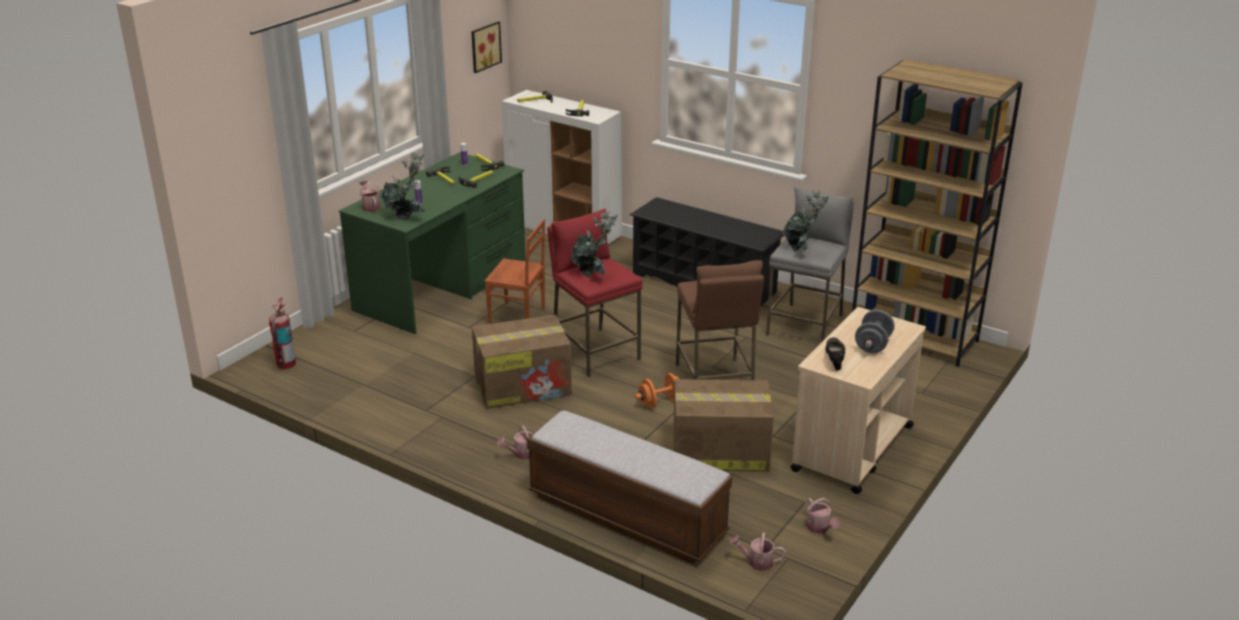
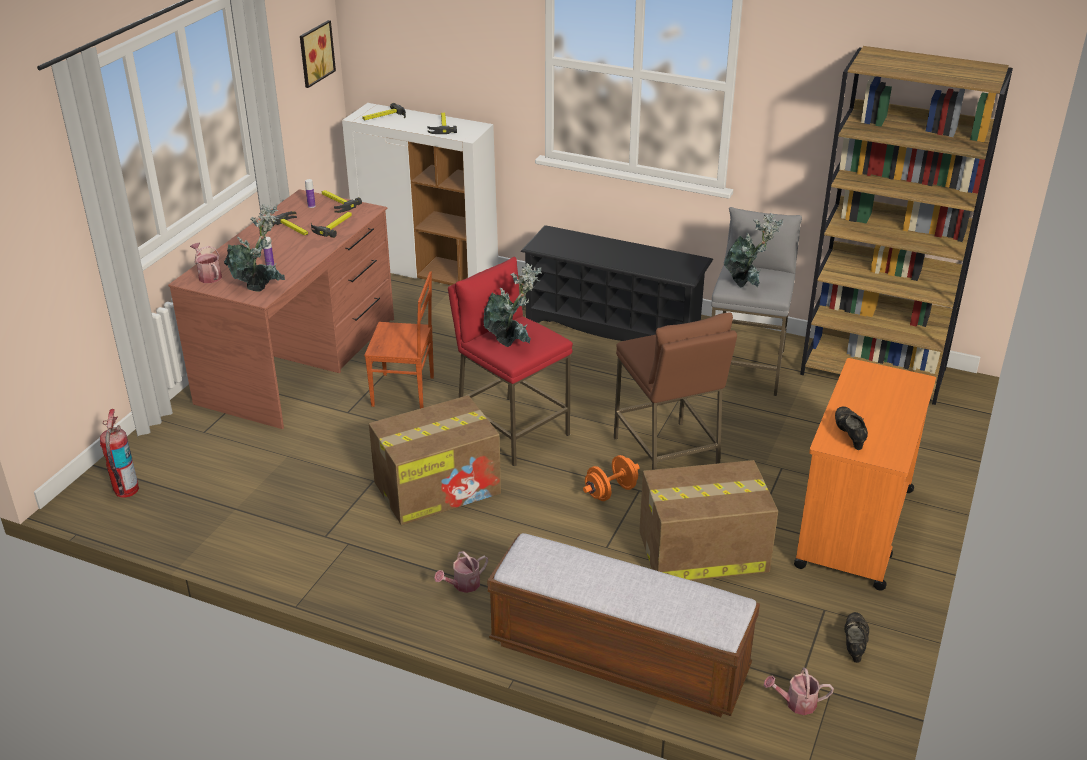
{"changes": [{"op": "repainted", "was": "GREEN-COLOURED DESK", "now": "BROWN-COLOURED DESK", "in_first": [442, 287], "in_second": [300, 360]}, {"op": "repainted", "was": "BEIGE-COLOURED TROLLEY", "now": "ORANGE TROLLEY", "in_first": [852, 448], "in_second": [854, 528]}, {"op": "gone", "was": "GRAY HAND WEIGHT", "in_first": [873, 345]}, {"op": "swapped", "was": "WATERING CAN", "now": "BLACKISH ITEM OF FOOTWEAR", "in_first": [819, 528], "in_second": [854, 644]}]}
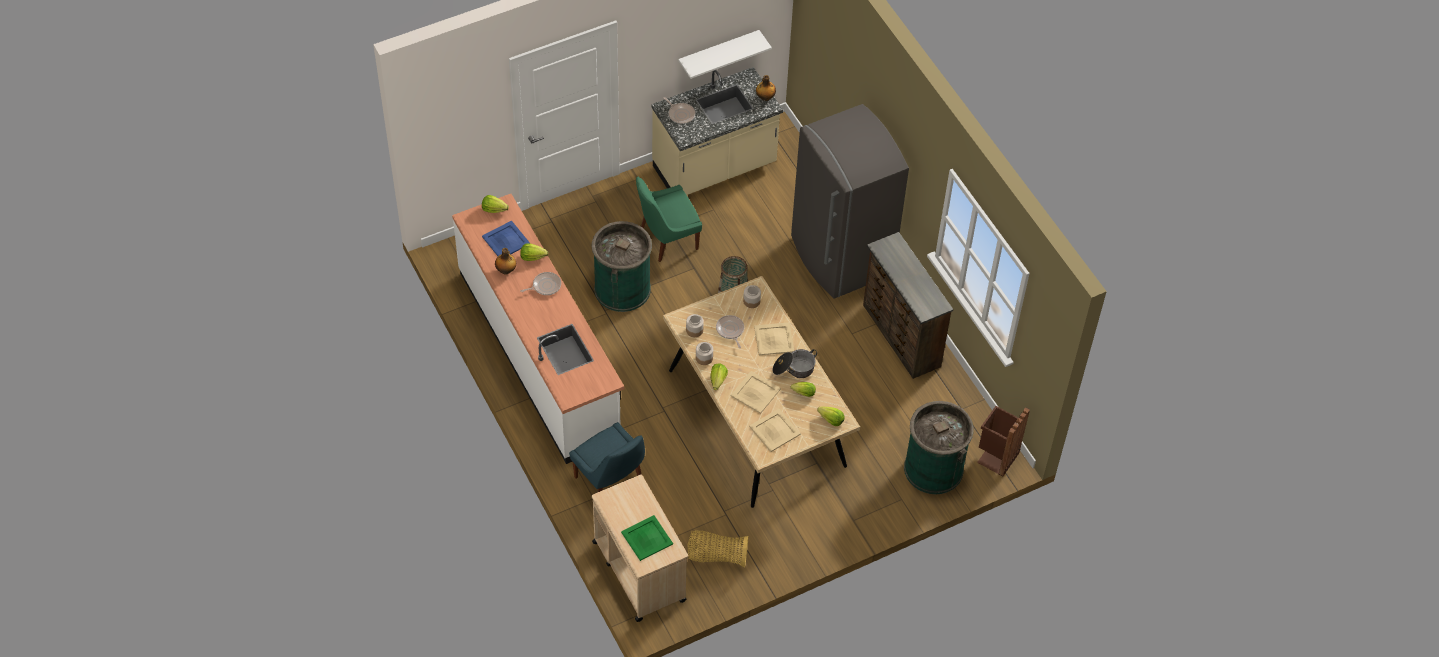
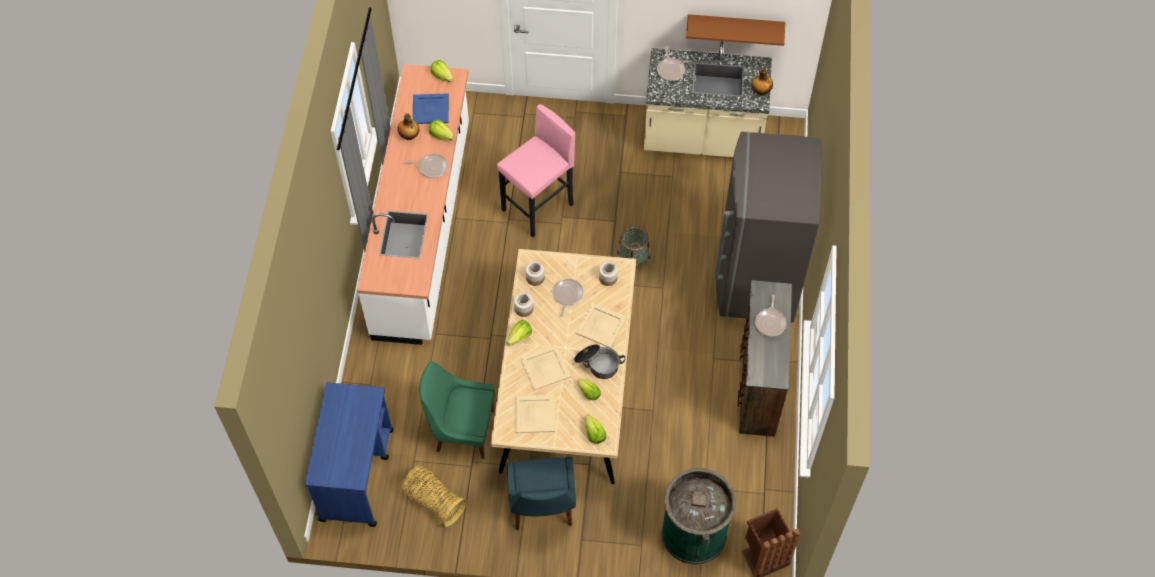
{"changes": [{"op": "repainted", "was": "WHITISH WALL SHELF", "now": "BROWN-COLOURED WALL SHELF", "in_first": [718, 52], "in_second": [735, 27]}, {"op": "shifted", "was": "GREEN-COLOURED CHAIR", "in_first": [666, 239], "in_second": [462, 430]}, {"op": "swapped", "was": "GREEN-COLOURED RUBBISH BIN", "now": "PINK STOOL SEAT", "in_first": [622, 289], "in_second": [538, 207]}, {"op": "shifted", "was": "BLUE-COLOURED CHAIR", "in_first": [610, 481], "in_second": [542, 507]}, {"op": "repainted", "was": "BEIGE-COLOURED TROLLEY", "now": "BLUE-COLOURED TROLLEY", "in_first": [638, 570], "in_second": [357, 474]}, {"op": "gone", "was": "GREEN-COLOURED TRAY", "in_first": [647, 537]}, {"op": "new", "now": "FRYING PAN", "in_second": [770, 322]}]}
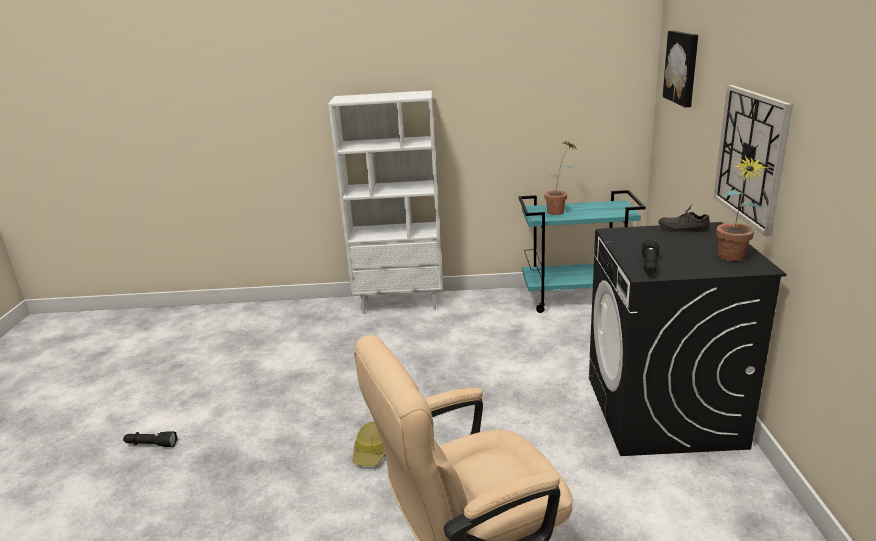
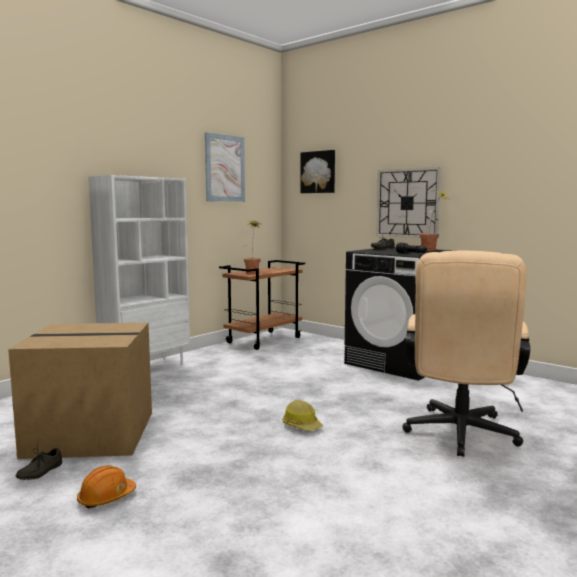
{"changes": [{"op": "repainted", "was": "TURQUOISE TROLLEY", "now": "BROWN-COLOURED TROLLEY", "in_first": [577, 298], "in_second": [264, 340]}, {"op": "swapped", "was": "BLACKISH HAND TORCH", "now": "ORANGE WORK HELMET", "in_first": [151, 444], "in_second": [106, 498]}, {"op": "new", "now": "WALL ART", "in_second": [225, 168]}, {"op": "new", "now": "CARTON", "in_second": [93, 433]}, {"op": "new", "now": "GRAY ITEM OF FOOTWEAR", "in_second": [39, 472]}]}
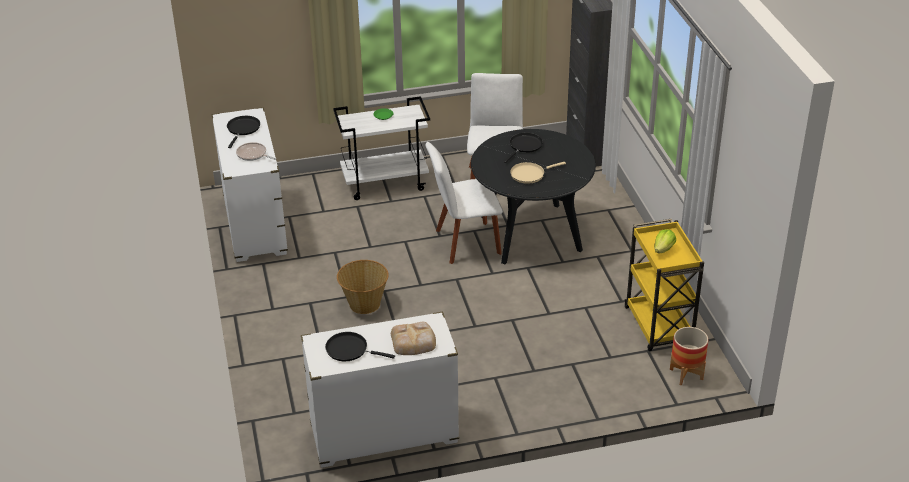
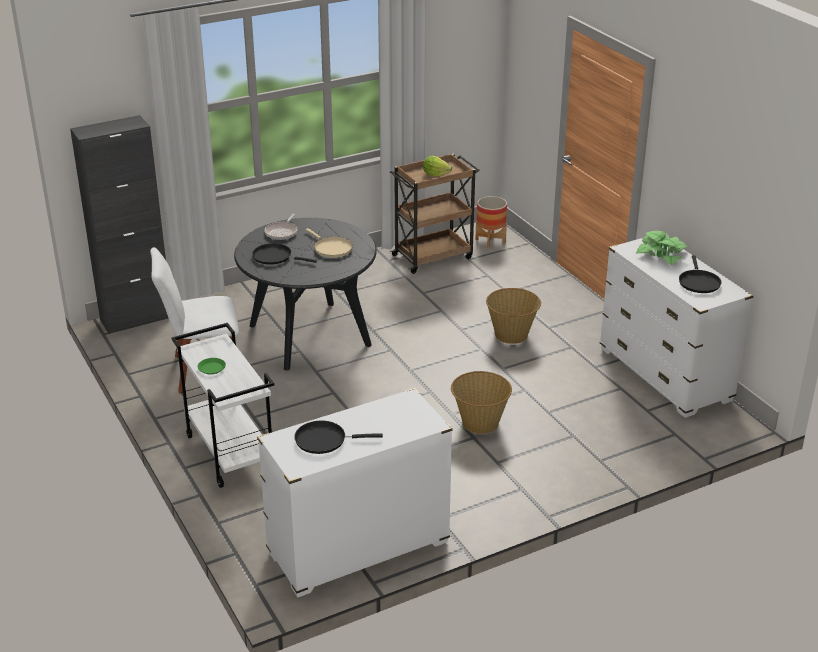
{"changes": [{"op": "shifted", "was": "FRYING PAN", "in_first": [253, 155], "in_second": [282, 232]}, {"op": "gone", "was": "WHITISH CHAIR", "in_first": [464, 243]}, {"op": "repainted", "was": "YELLOW-COLOURED TROLLEY", "now": "BROWN-COLOURED TROLLEY", "in_first": [659, 327], "in_second": [433, 256]}, {"op": "swapped", "was": "BAKED BREAD", "now": "HOUSEPLANT", "in_first": [414, 342], "in_second": [661, 253]}, {"op": "new", "now": "STORAGE BASKET", "in_second": [511, 334]}]}
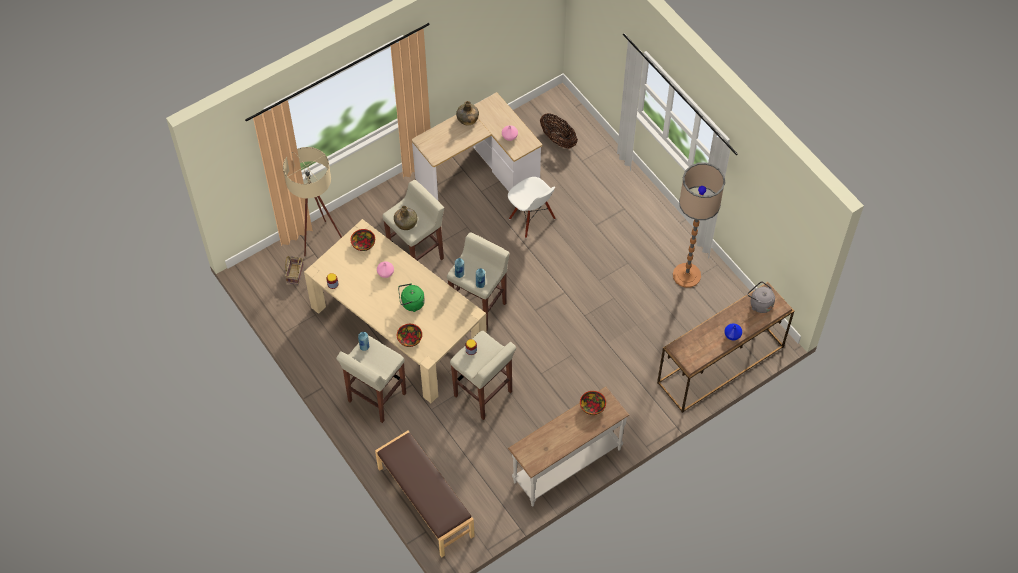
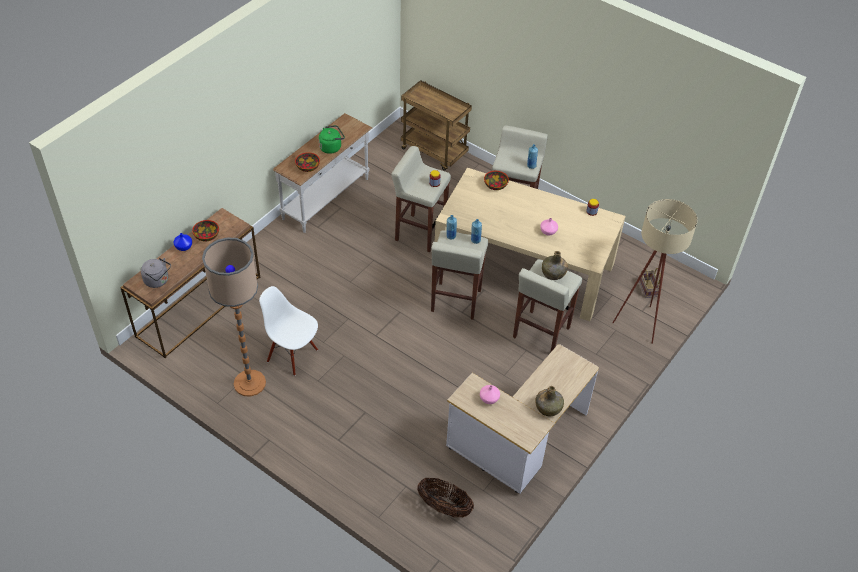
{"changes": [{"op": "shifted", "was": "WHITISH CHAIR", "in_first": [531, 219], "in_second": [292, 355]}, {"op": "shifted", "was": "DEEP DISH", "in_first": [363, 244], "in_second": [206, 236]}, {"op": "shifted", "was": "GREEN-COLOURED WATER KETTLE", "in_first": [411, 303], "in_second": [331, 147]}, {"op": "swapped", "was": "BROWN-COLOURED INDOOR BENCH", "now": "BROWN-COLOURED TROLLEY", "in_first": [425, 502], "in_second": [435, 152]}]}
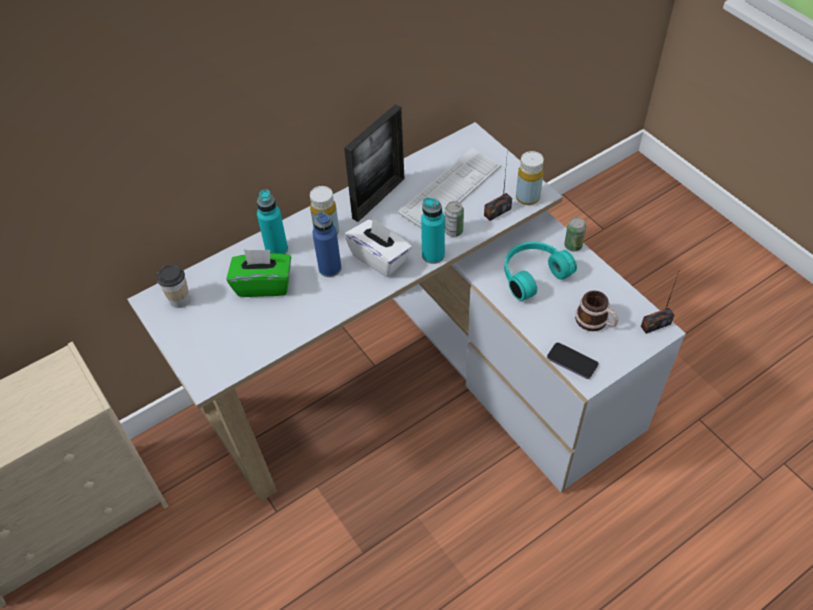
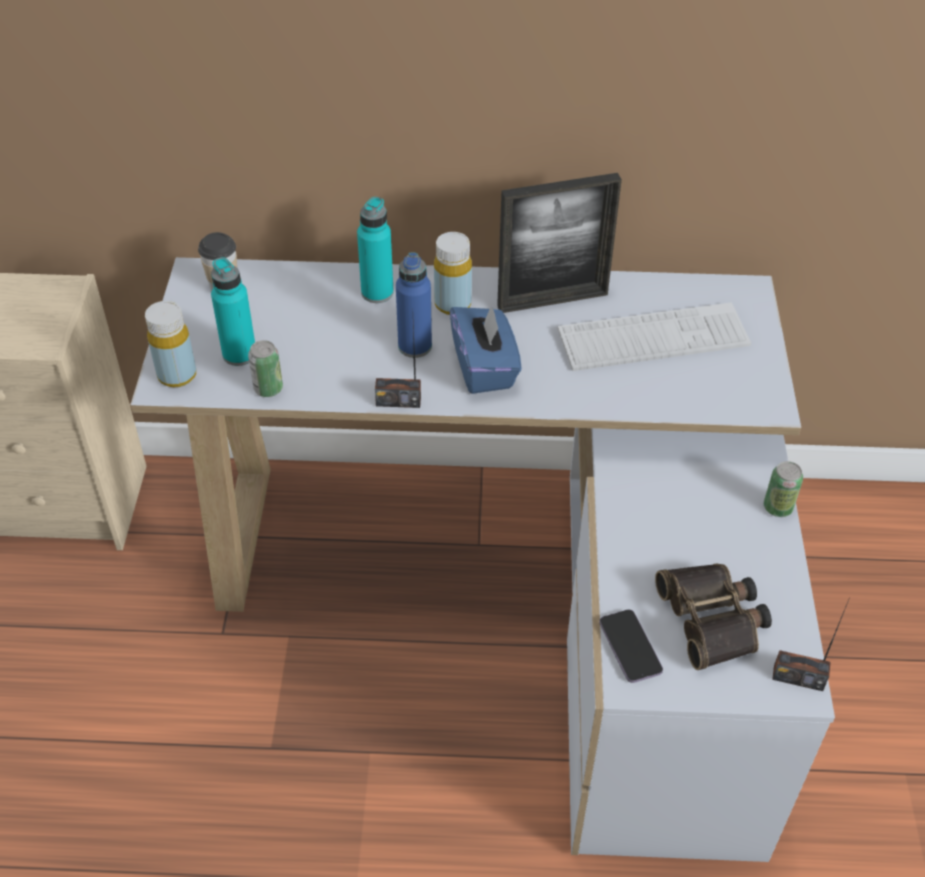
{"changes": [{"op": "shifted", "was": "YELLOW-COLOURED BOTTLE", "in_first": [527, 197], "in_second": [177, 375]}, {"op": "shifted", "was": "RADIO", "in_first": [497, 212], "in_second": [398, 401]}, {"op": "shifted", "was": "TURQUOISE BOTTLE", "in_first": [433, 255], "in_second": [239, 354]}, {"op": "shifted", "was": "CAN", "in_first": [453, 231], "in_second": [268, 389]}, {"op": "repainted", "was": "WHITISH BOX OF TISSUES", "now": "BLUE-COLOURED BOX OF TISSUES", "in_first": [380, 258], "in_second": [484, 368]}, {"op": "gone", "was": "TURQUOISE HEADPHONES", "in_first": [532, 274]}, {"op": "gone", "was": "GREEN-COLOURED BOX OF TISSUES", "in_first": [263, 284]}, {"op": "swapped", "was": "TEA MUG", "now": "FIELD GLASSES", "in_first": [595, 321], "in_second": [713, 619]}]}
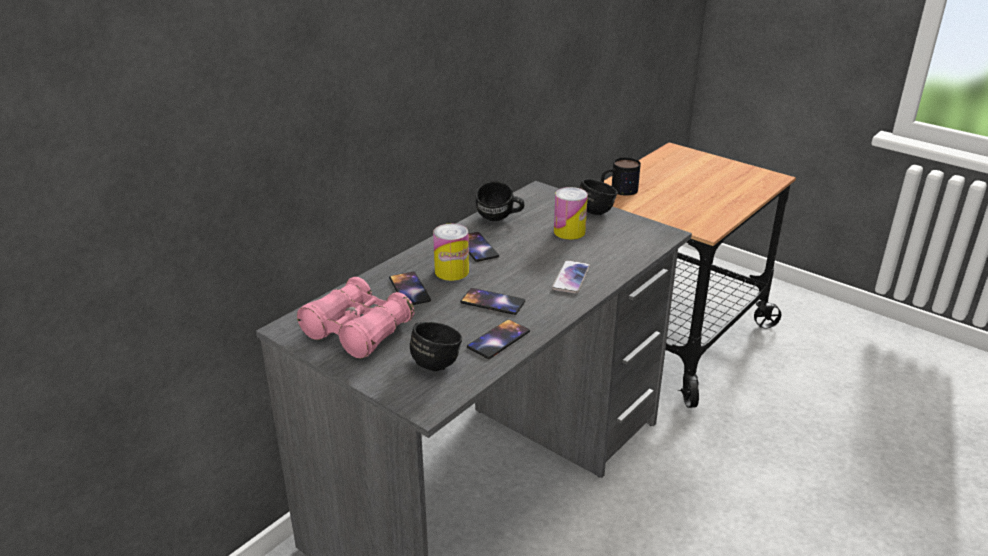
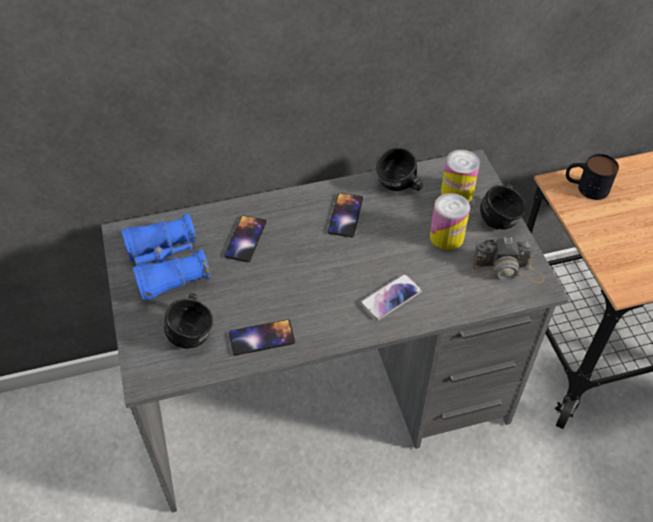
{"changes": [{"op": "shifted", "was": "CAN", "in_first": [451, 271], "in_second": [457, 192]}, {"op": "repainted", "was": "PINK FIELD GLASSES", "now": "BLUE-COLOURED FIELD GLASSES", "in_first": [357, 331], "in_second": [167, 266]}, {"op": "gone", "was": "HANDSET", "in_first": [492, 302]}, {"op": "new", "now": "STILL CAMERA", "in_second": [507, 269]}]}
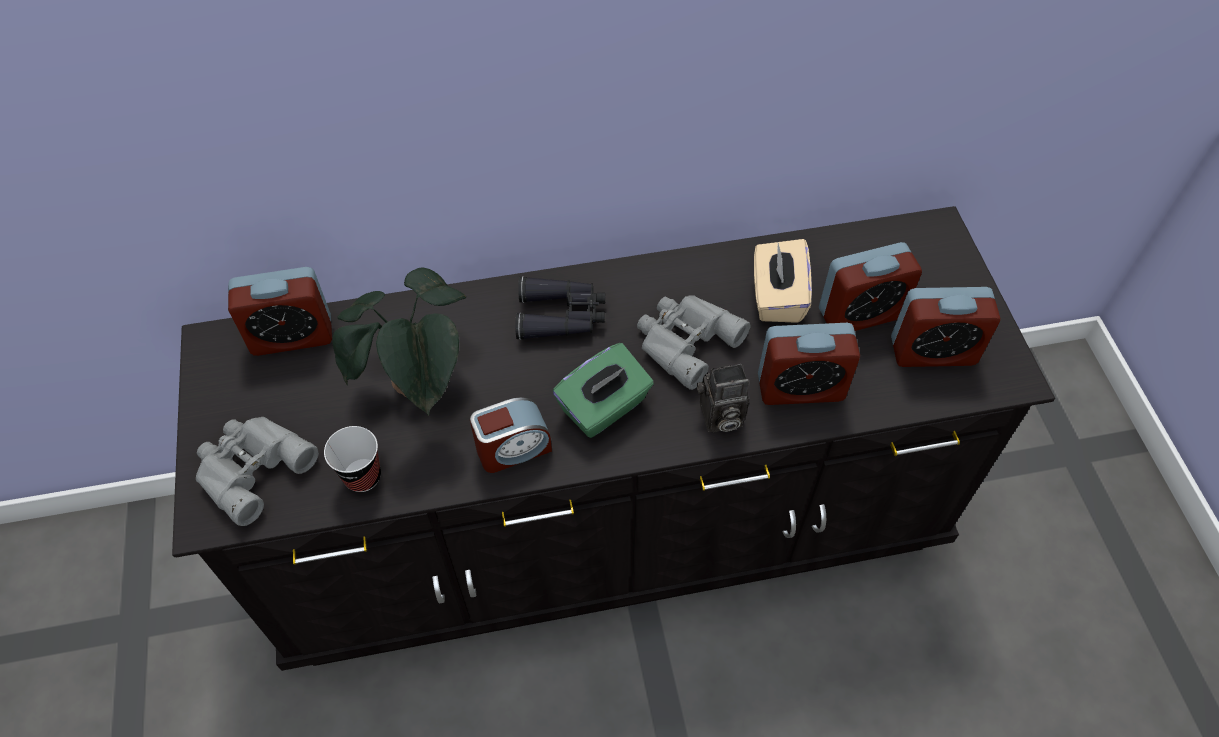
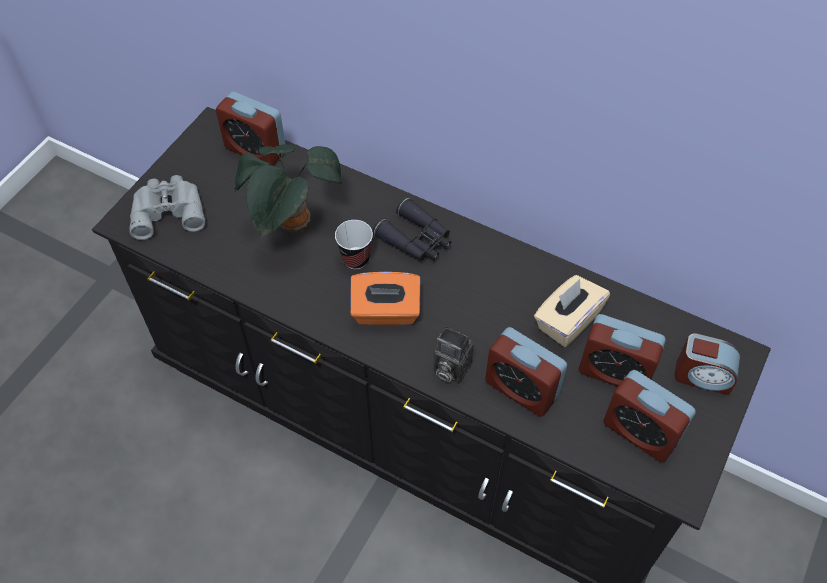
{"changes": [{"op": "gone", "was": "GRAY FIELD GLASSES", "in_first": [684, 341]}, {"op": "repainted", "was": "GREEN-COLOURED BOX OF TISSUES", "now": "ORANGE BOX OF TISSUES", "in_first": [604, 407], "in_second": [386, 312]}, {"op": "shifted", "was": "ALARM CLOCK", "in_first": [513, 448], "in_second": [702, 375]}, {"op": "shifted", "was": "CUP", "in_first": [362, 476], "in_second": [355, 259]}]}
